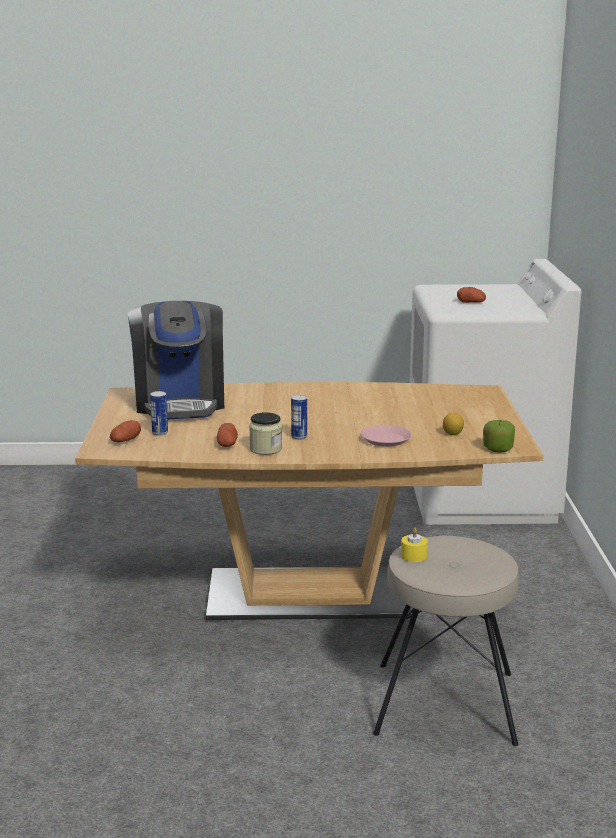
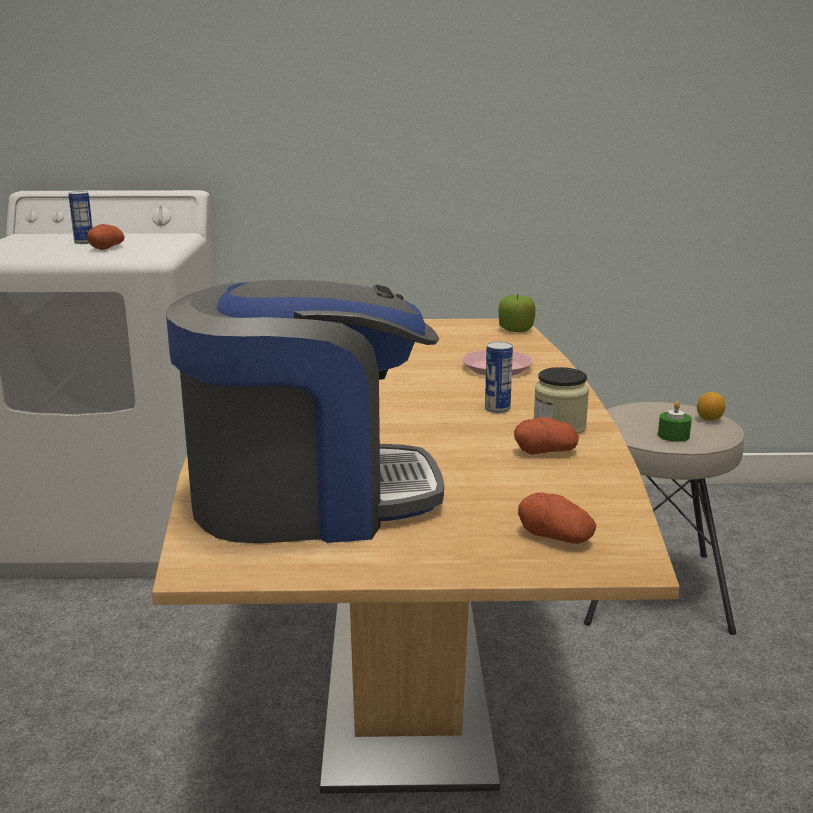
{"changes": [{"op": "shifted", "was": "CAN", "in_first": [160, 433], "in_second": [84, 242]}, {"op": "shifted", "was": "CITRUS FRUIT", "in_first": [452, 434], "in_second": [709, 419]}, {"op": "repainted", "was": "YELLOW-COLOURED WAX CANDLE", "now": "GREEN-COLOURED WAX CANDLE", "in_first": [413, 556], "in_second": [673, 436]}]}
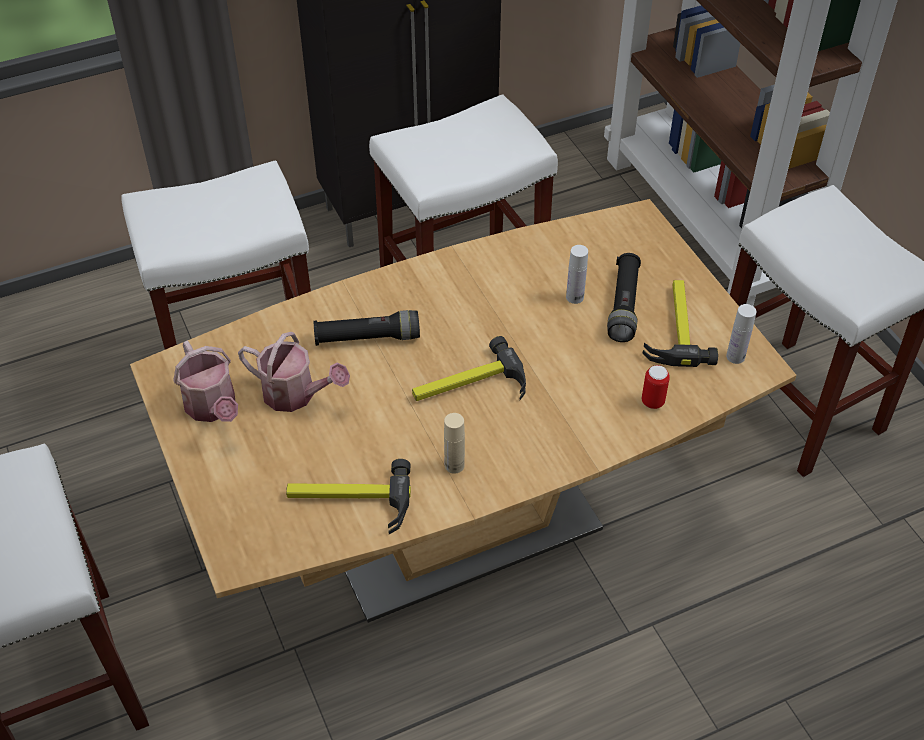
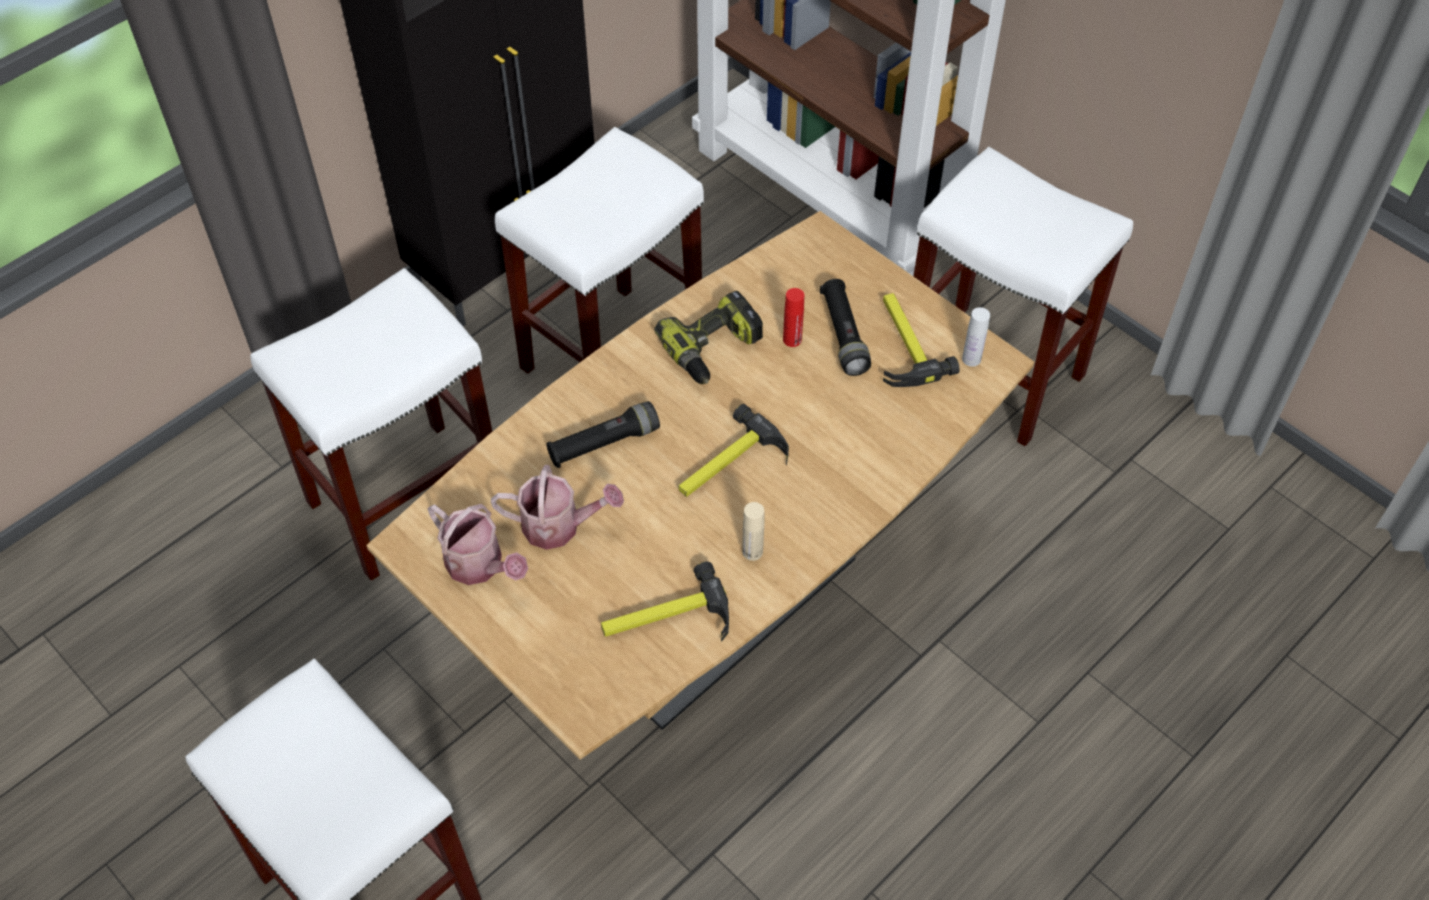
{"changes": [{"op": "repainted", "was": "WHITISH BOTTLE", "now": "RED-COLOURED BOTTLE", "in_first": [574, 297], "in_second": [792, 340]}, {"op": "gone", "was": "CAN", "in_first": [652, 402]}, {"op": "new", "now": "POWER DRILL", "in_second": [714, 349]}]}
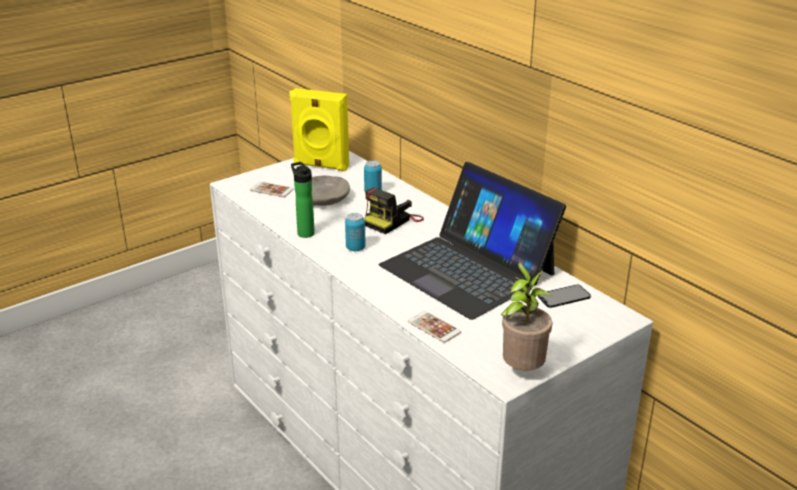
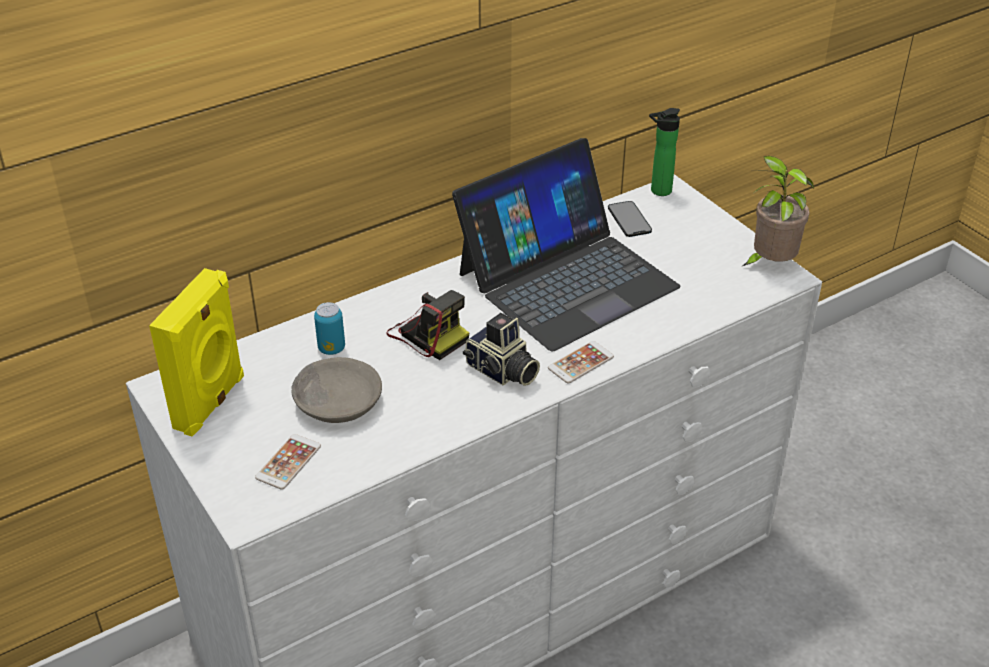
{"changes": [{"op": "shifted", "was": "BOTTLE", "in_first": [304, 232], "in_second": [658, 191]}, {"op": "swapped", "was": "CAN", "now": "STILL CAMERA", "in_first": [355, 248], "in_second": [501, 371]}, {"op": "shifted", "was": "HANDSET", "in_first": [434, 327], "in_second": [580, 363]}]}
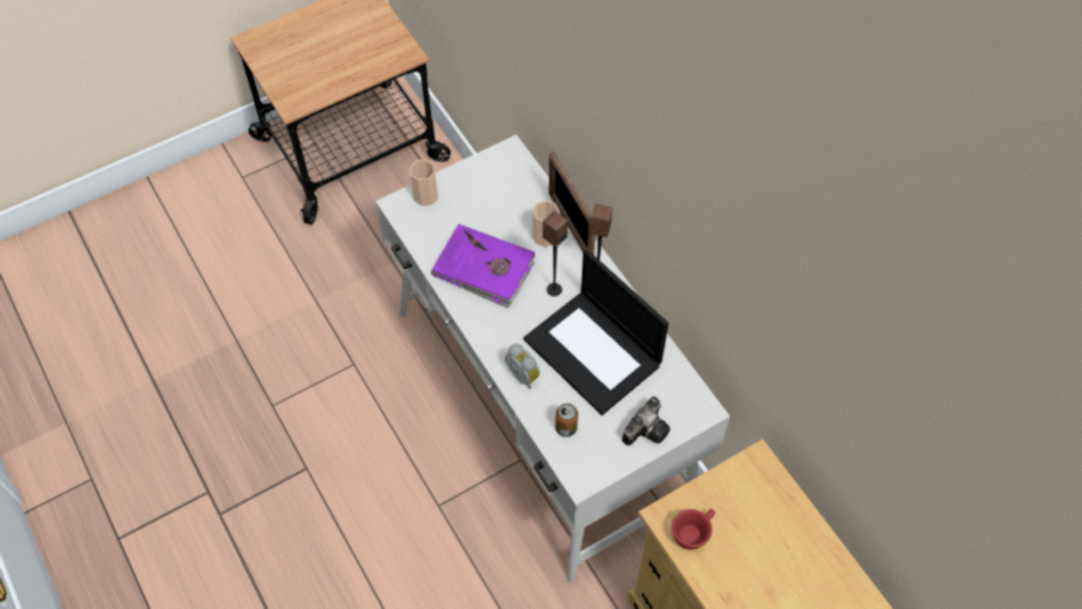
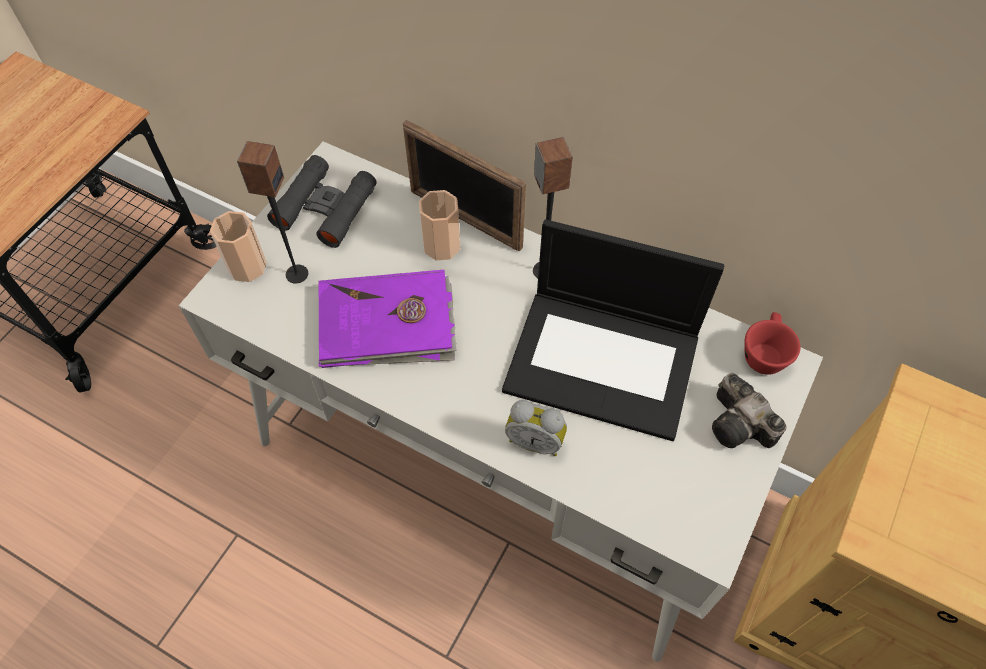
{"changes": [{"op": "shifted", "was": "LOUDSPEAKER", "in_first": [554, 289], "in_second": [296, 274]}, {"op": "rotated", "was": "STILL CAMERA", "in_first": [647, 428], "in_second": [740, 427], "clockwise": 135}, {"op": "gone", "was": "CAN", "in_first": [566, 428]}, {"op": "shifted", "was": "RED-COLOURED CUP", "in_first": [693, 532], "in_second": [763, 352]}, {"op": "new", "now": "BLACKISH FIELD GLASSES", "in_second": [325, 207]}]}
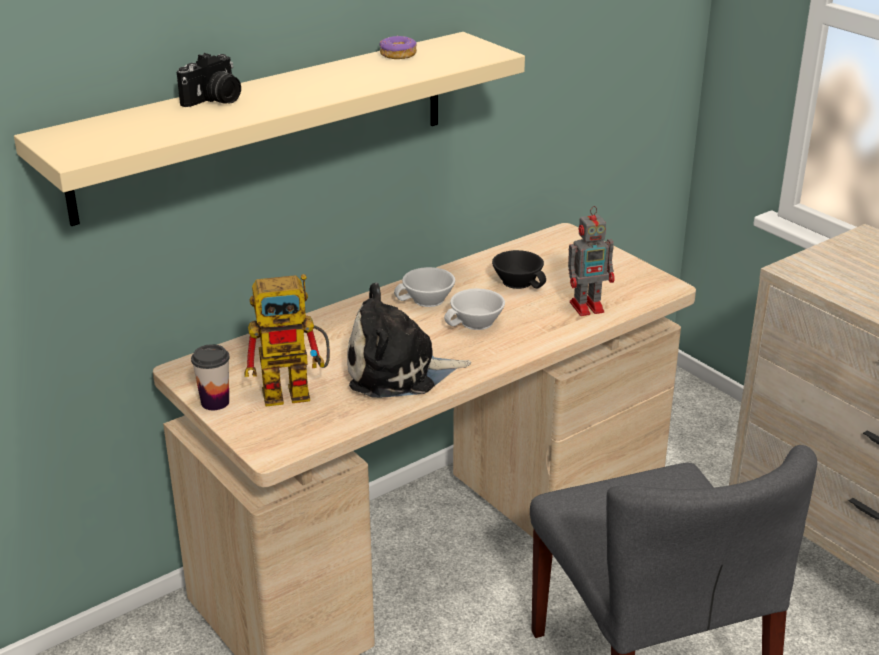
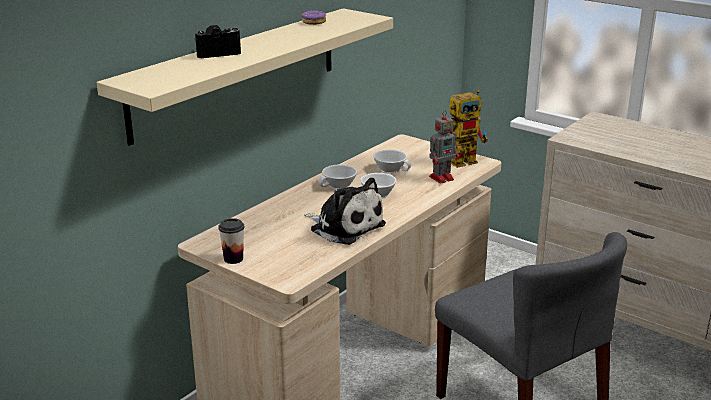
{"changes": [{"op": "rotated", "was": "STILL CAMERA", "in_first": [214, 100], "in_second": [217, 53], "clockwise": -135}, {"op": "repainted", "was": "BLACKISH CUP", "now": "WHITISH CUP", "in_first": [520, 281], "in_second": [391, 169]}, {"op": "shifted", "was": "MODEL ROBOT", "in_first": [297, 390], "in_second": [466, 160]}, {"op": "rotated", "was": "PLUSH TOY", "in_first": [398, 371], "in_second": [344, 227], "clockwise": -120}]}
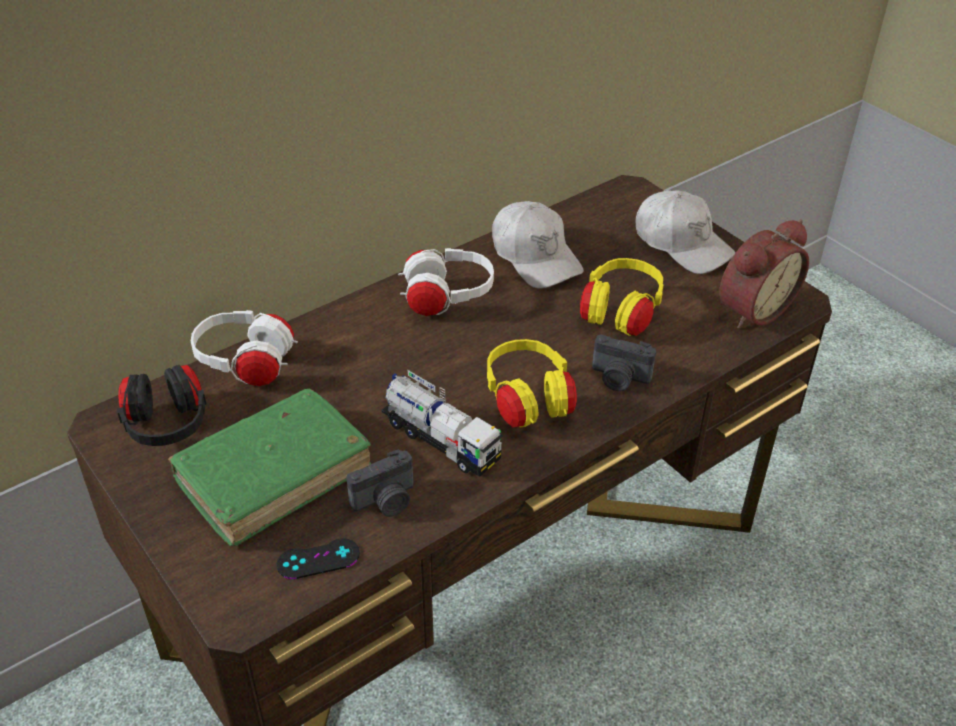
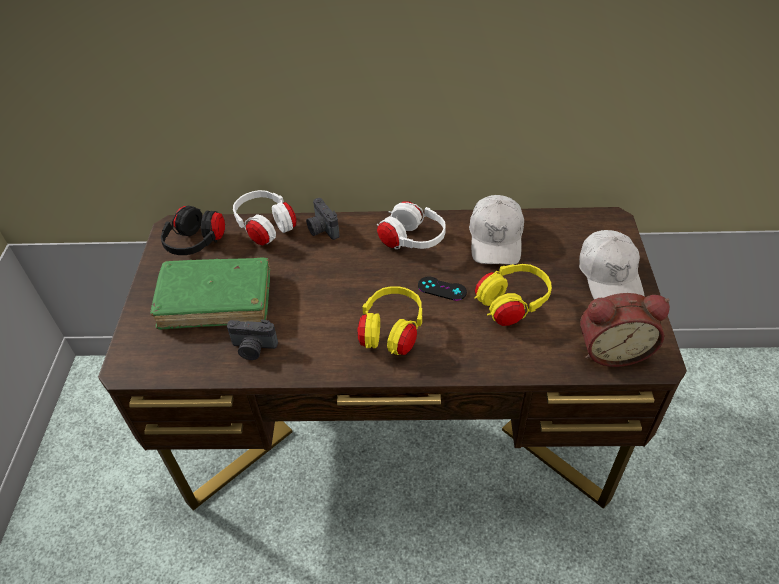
{"changes": [{"op": "shifted", "was": "STILL CAMERA", "in_first": [619, 378], "in_second": [322, 229]}, {"op": "gone", "was": "MODEL TRUCK", "in_first": [441, 440]}, {"op": "shifted", "was": "BLACKISH GAME CONTROLLER", "in_first": [318, 559], "in_second": [442, 288]}]}
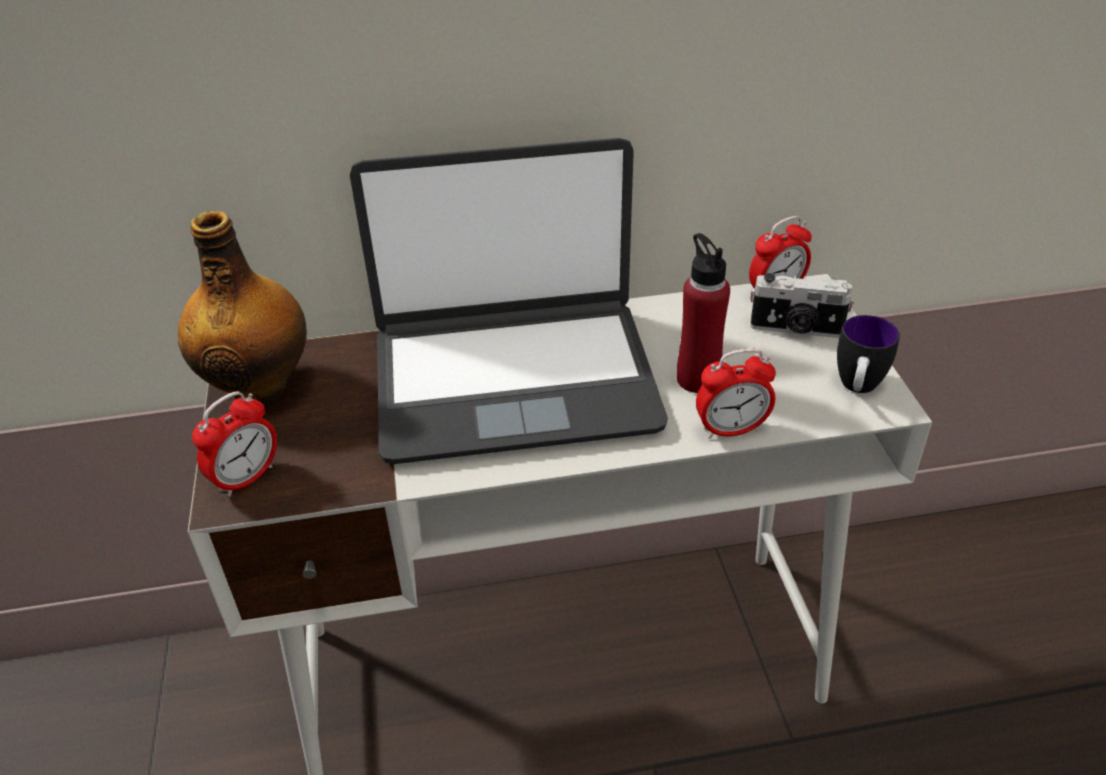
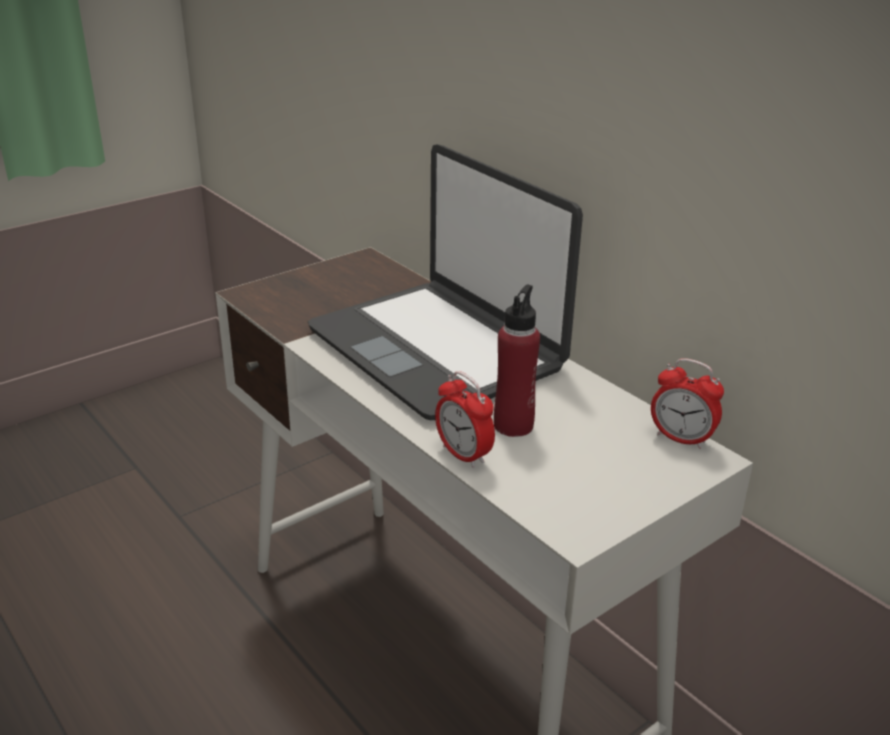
{"changes": [{"op": "gone", "was": "BOTTLE", "in_first": [260, 385]}, {"op": "gone", "was": "STILL CAMERA", "in_first": [796, 329]}, {"op": "gone", "was": "TEA MUG", "in_first": [857, 389]}, {"op": "gone", "was": "ALARM CLOCK", "in_first": [246, 478]}]}
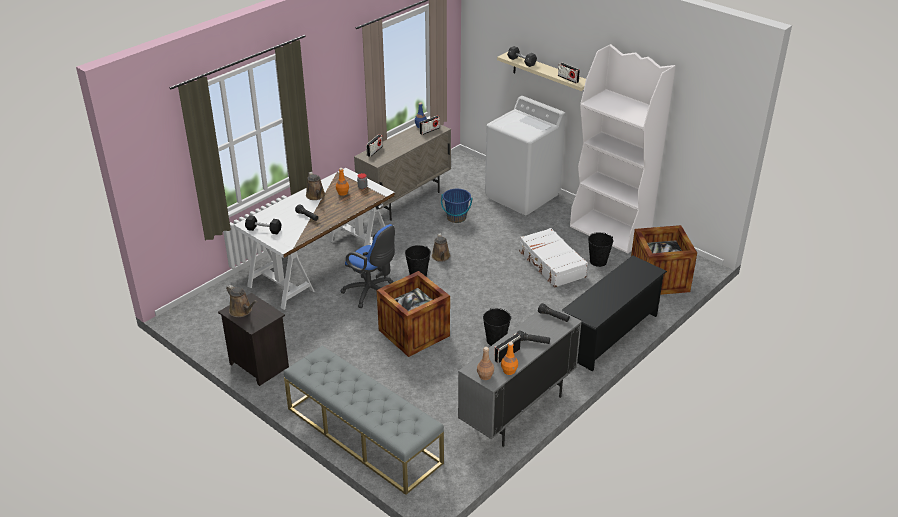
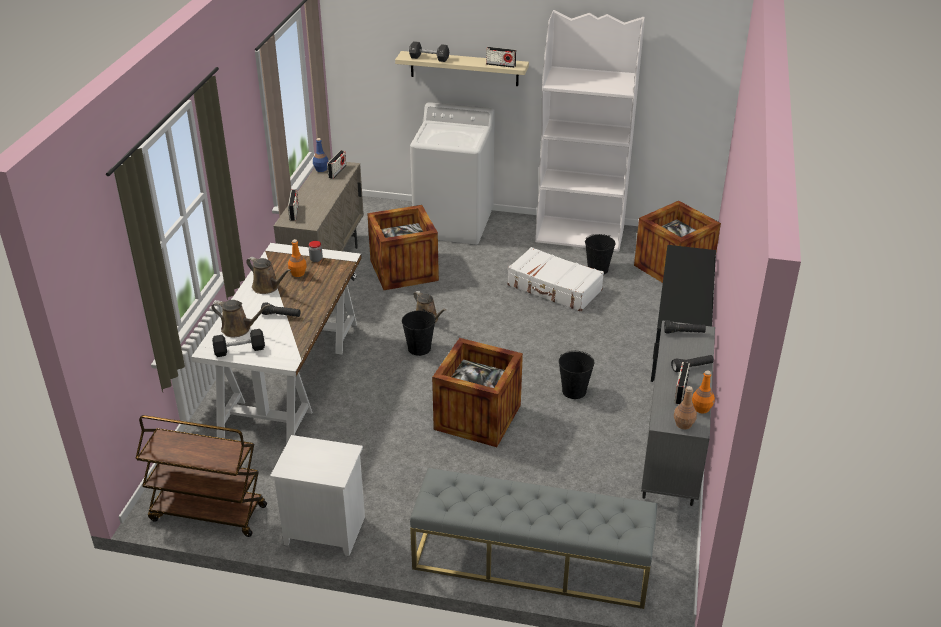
{"changes": [{"op": "swapped", "was": "BLUE-COLOURED PAIL", "now": "SHIPPING CRATE", "in_first": [456, 218], "in_second": [404, 270]}, {"op": "gone", "was": "BLUE-COLOURED COMPUTER CHAIR", "in_first": [372, 293]}, {"op": "shifted", "was": "BROWN-COLOURED WATERING CAN", "in_first": [242, 311], "in_second": [239, 329]}, {"op": "repainted", "was": "BLACKISH NIGHT TABLE", "now": "WHITISH NIGHT TABLE", "in_first": [257, 365], "in_second": [323, 531]}, {"op": "new", "now": "BROWN-COLOURED TROLLEY", "in_second": [207, 513]}]}
